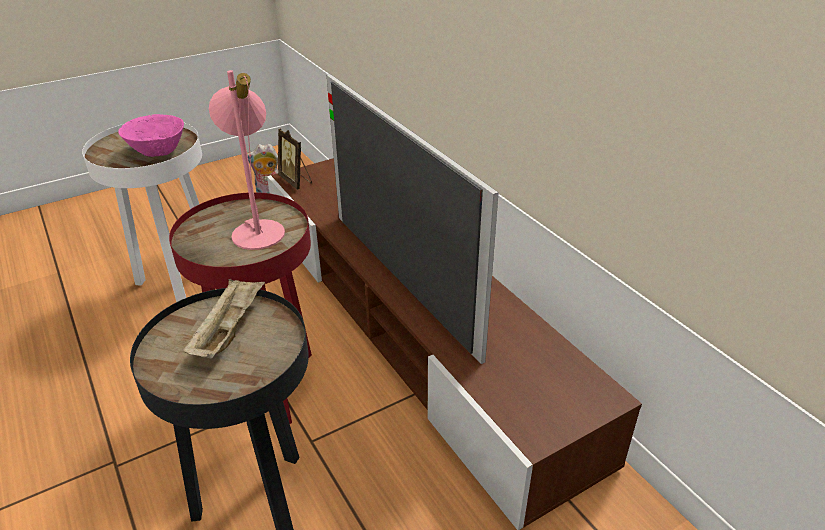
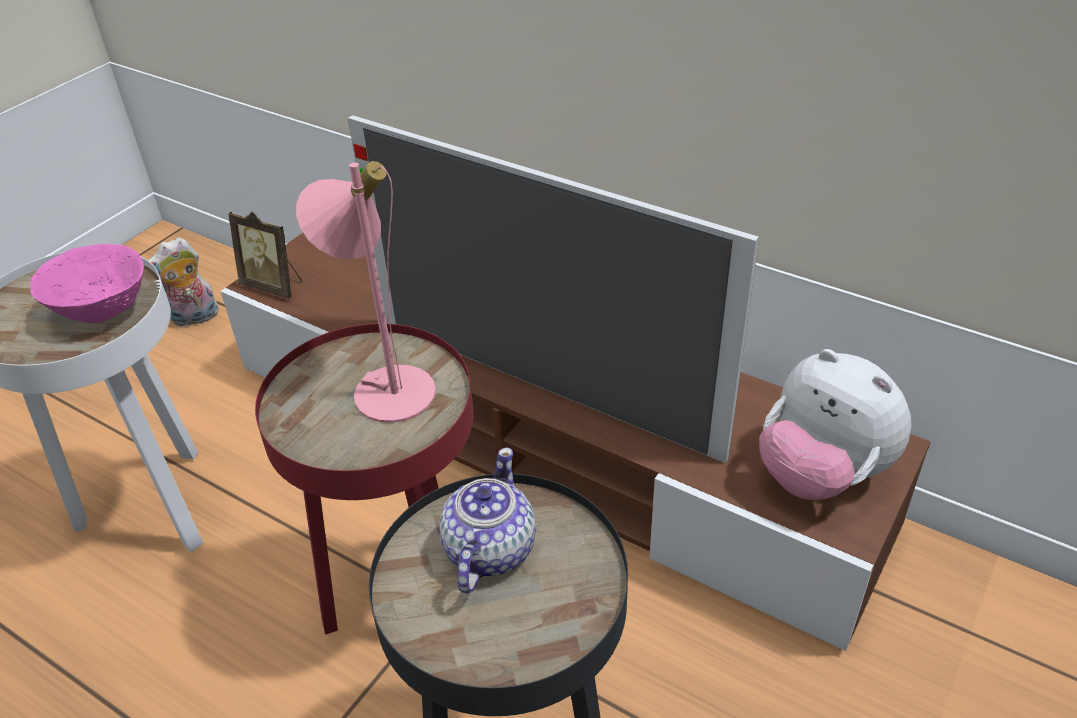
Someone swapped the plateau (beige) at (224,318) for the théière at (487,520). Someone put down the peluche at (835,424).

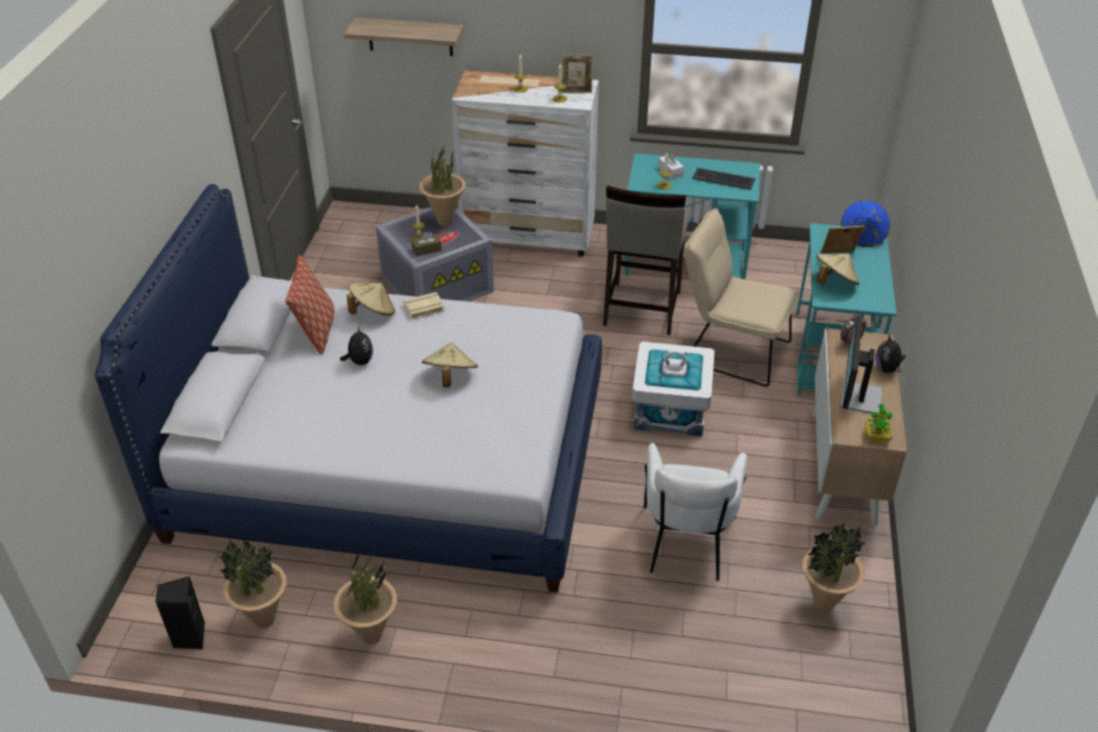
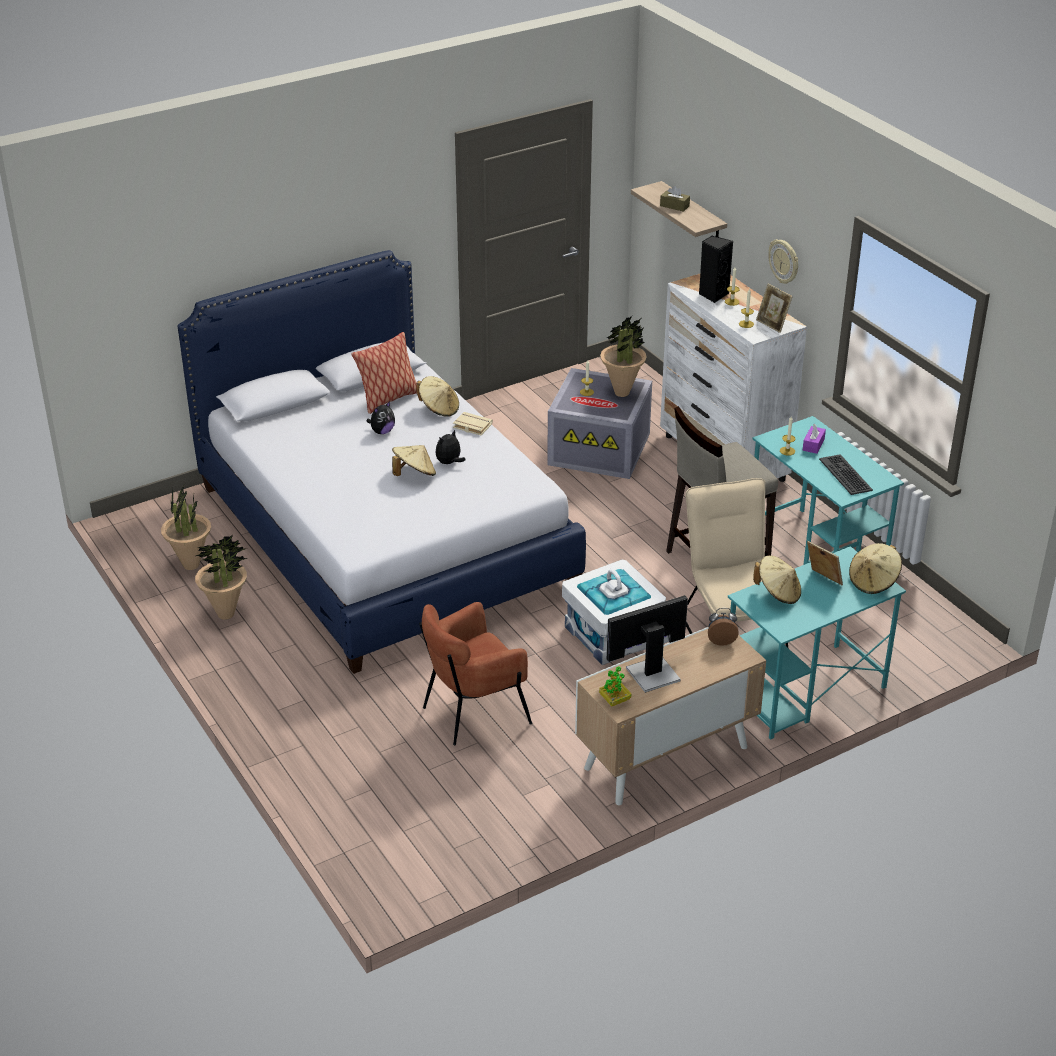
Someone repainted the fauteuil (blanc) at (695,512), which became the fauteuil (marron) at (475,673). Someone carried the peluche from (890,353) to (451,446). Someone carried the boîte à mouchoirs (marron) from (427,244) to (675,199). Someone carried the enceinte (noir) from (180,612) to (716,269). Someone put up the horloge murale at (783,261). Someone repainted the boîte à mouchoirs (blanc) at (671,165), which became the boîte à mouchoirs (violet) at (814,439). Someone repainted the chapeau (bleu) at (865,223), which became the chapeau (beige) at (875,568). Someone took away the plante en pot at (834,567).

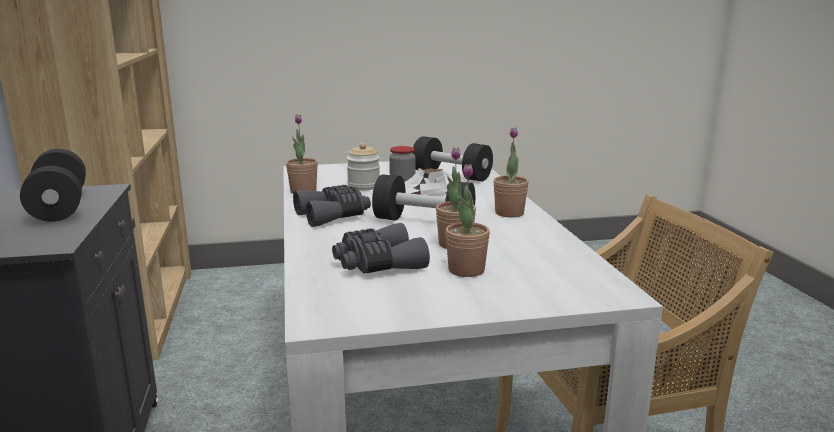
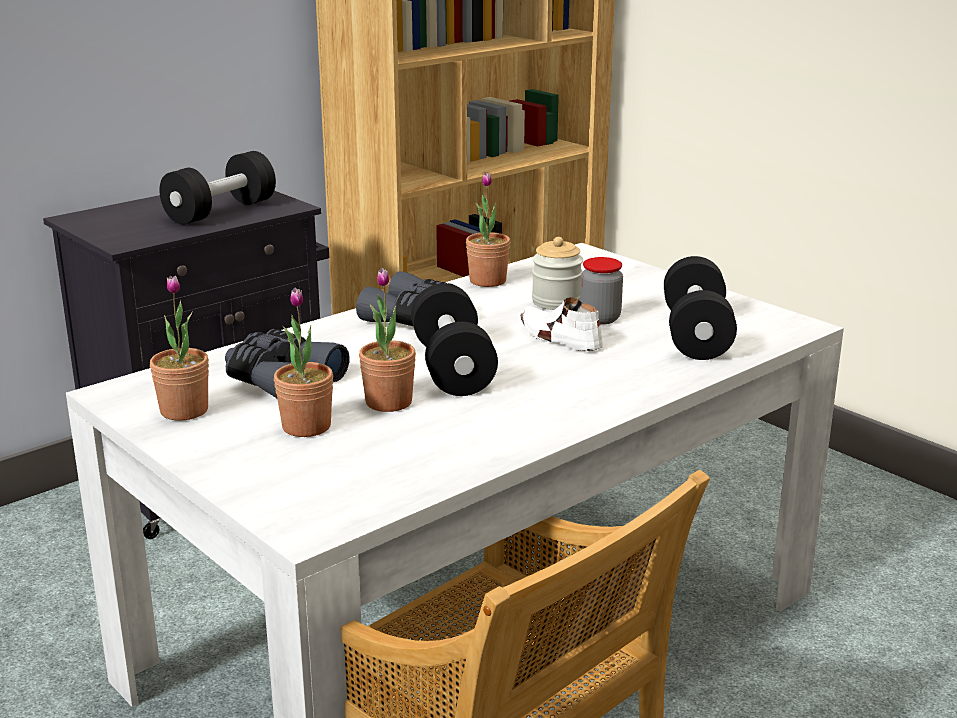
Someone carried the plante en pot from (511,172) to (179,348).

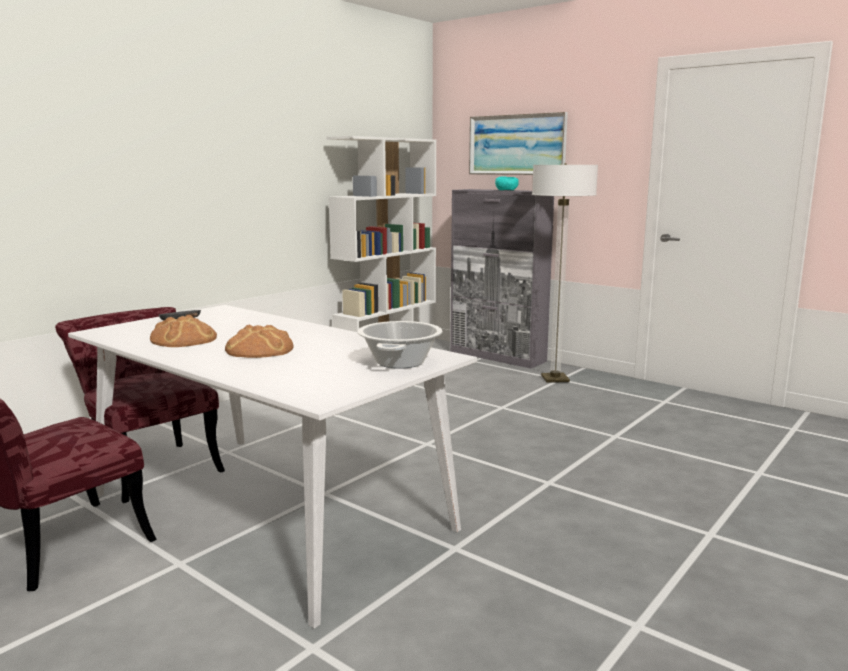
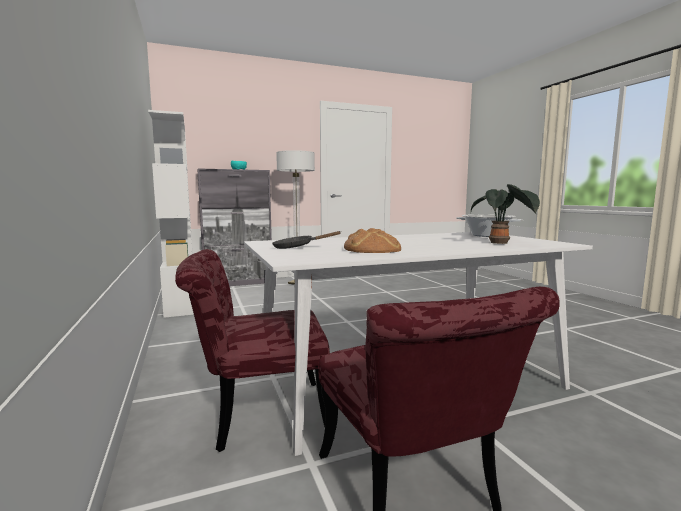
Someone put down the plante en pot at (505,214). Someone took away the pain at (259,341). Someone took away the tableau at (518,143).

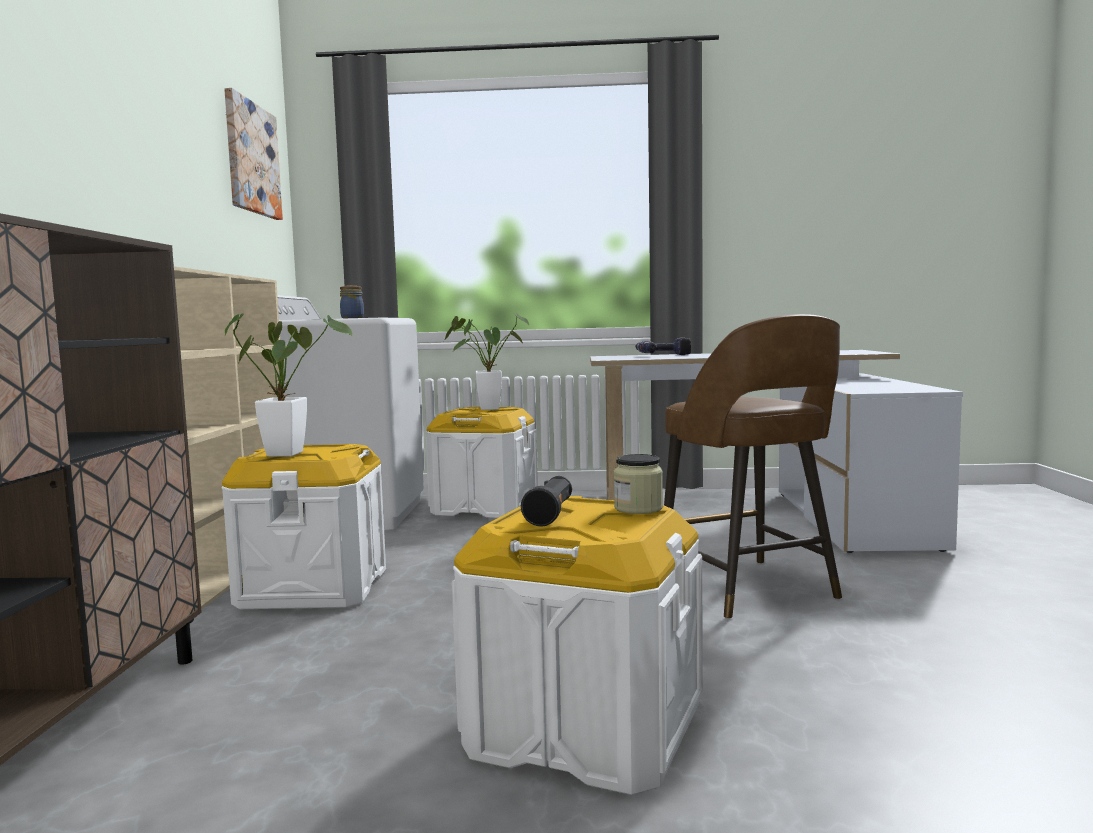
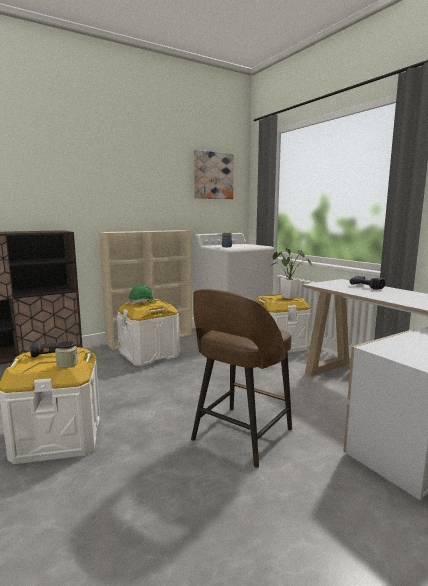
Someone swapped the plante en pot at (288,385) for the casque de chantier (vert) at (142,295).

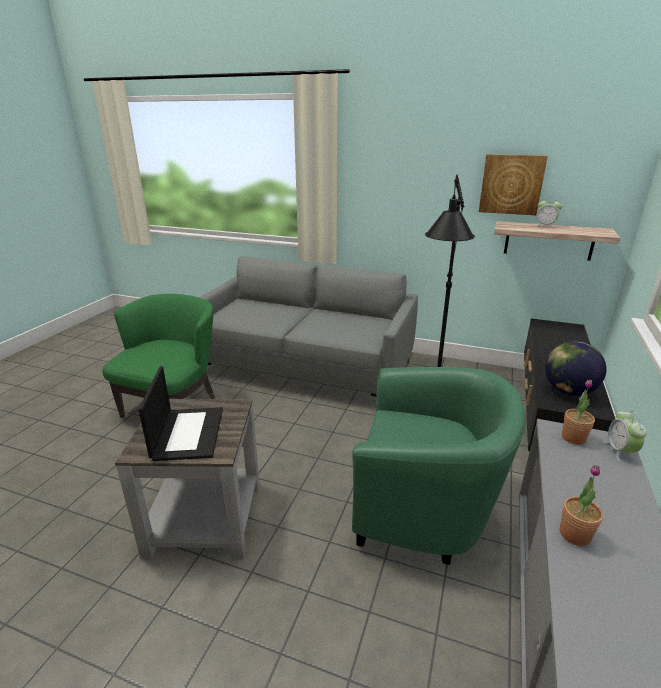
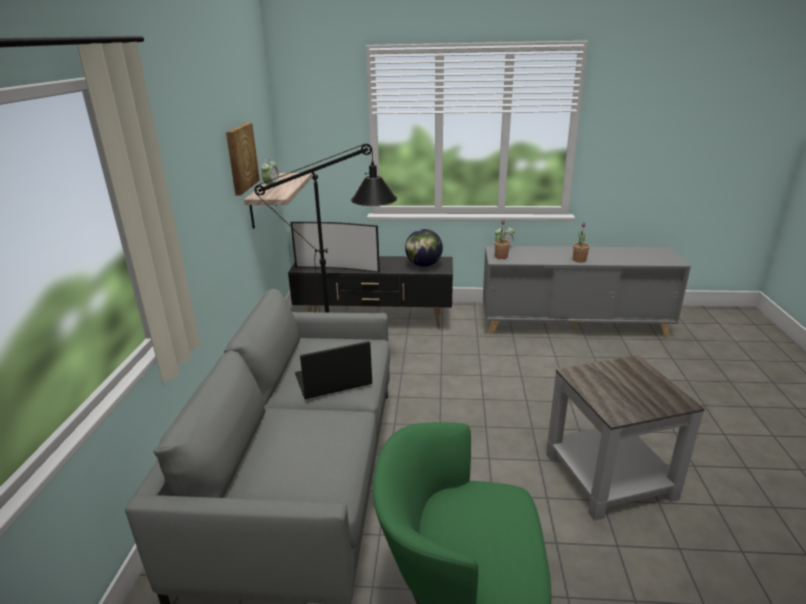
Someone put down the téléviseur at (335,247). Someone carried the ordinateur portable from (180,413) to (333,370). Someone took away the fauteuil (vert) at (439,466).

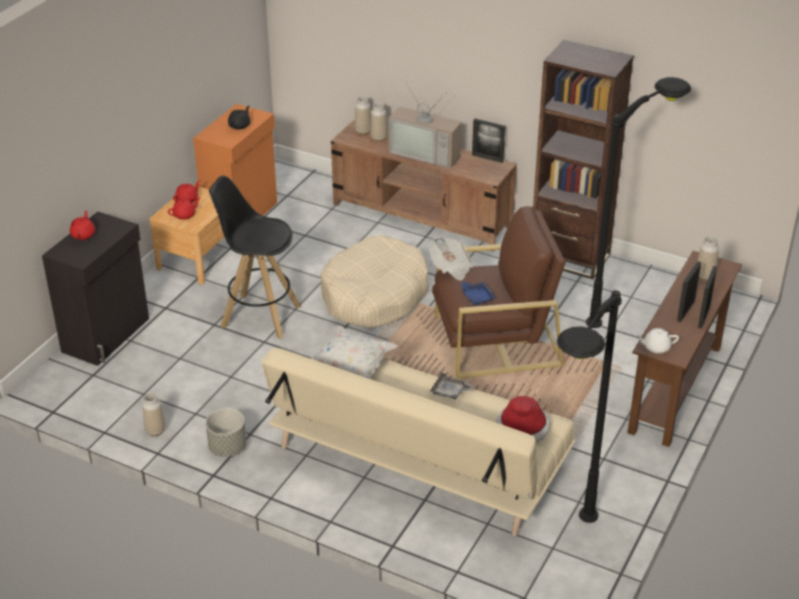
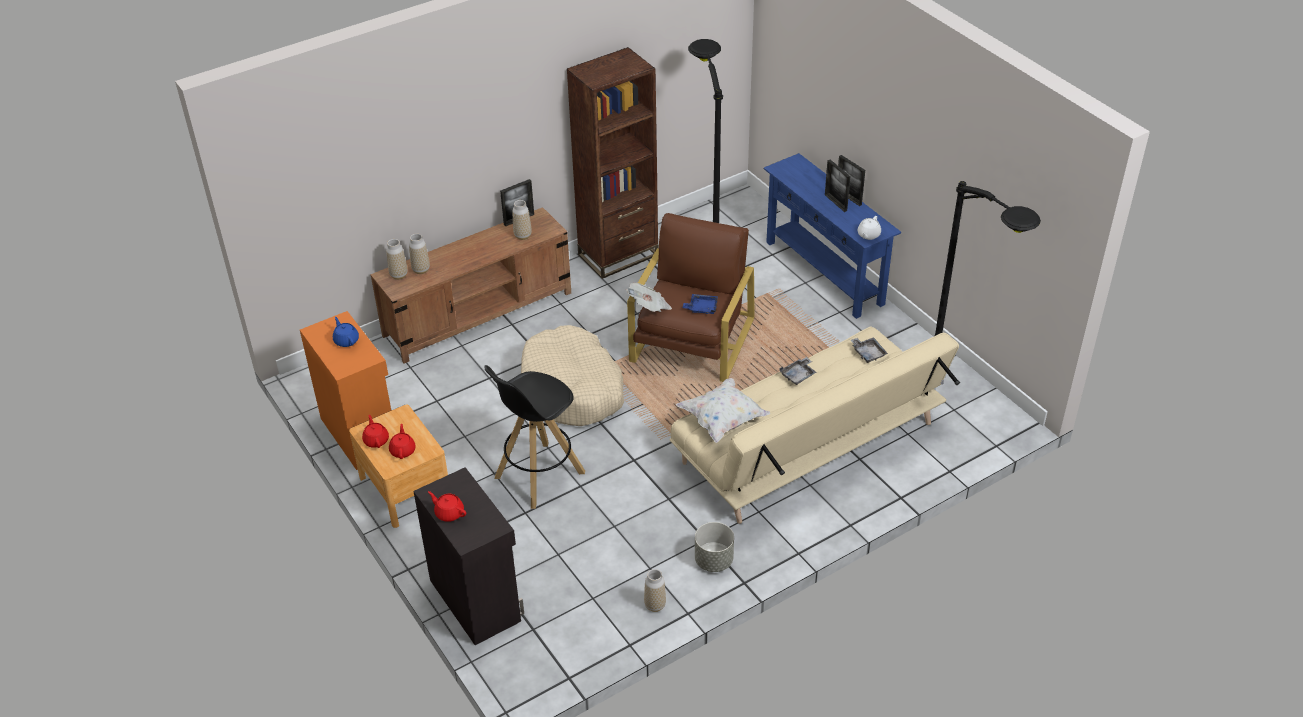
Someone repainted the théière (noir) at (239,117), which became the théière (bleu) at (346,332). Someone carried the vase from (708,258) to (522,220). Someone repainted the table console (marron) at (685,349), which became the table console (bleu) at (832,236). Someone swapped the chapeau at (522,419) for the plateau (gris) at (869,350). Someone took away the téléviseur at (425,126).

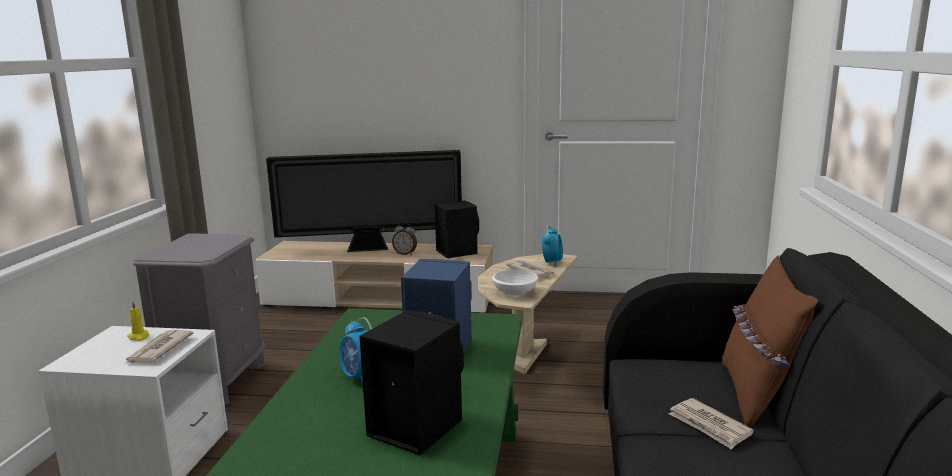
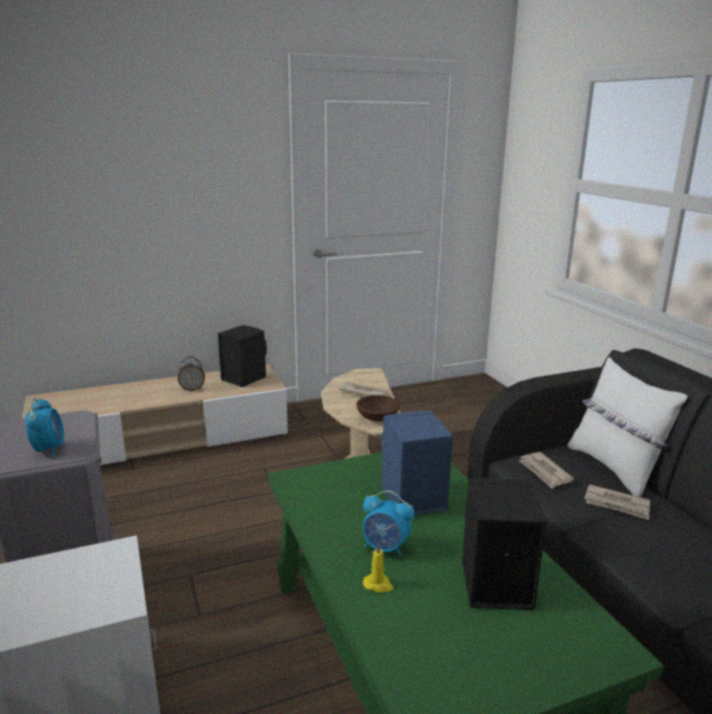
Someone carried the réveil from (552,246) to (44,427). Someone repainted the bol (blanc) at (515,282), which became the bol (marron) at (378,408). Someone carried the bougie (jaune) from (138,321) to (378,568). Someone carried the journal from (159,347) to (546,470). Someone repainted the coussin (marron) at (770,341), which became the coussin (blanc) at (627,427). Someone took away the téléviseur at (364,201).

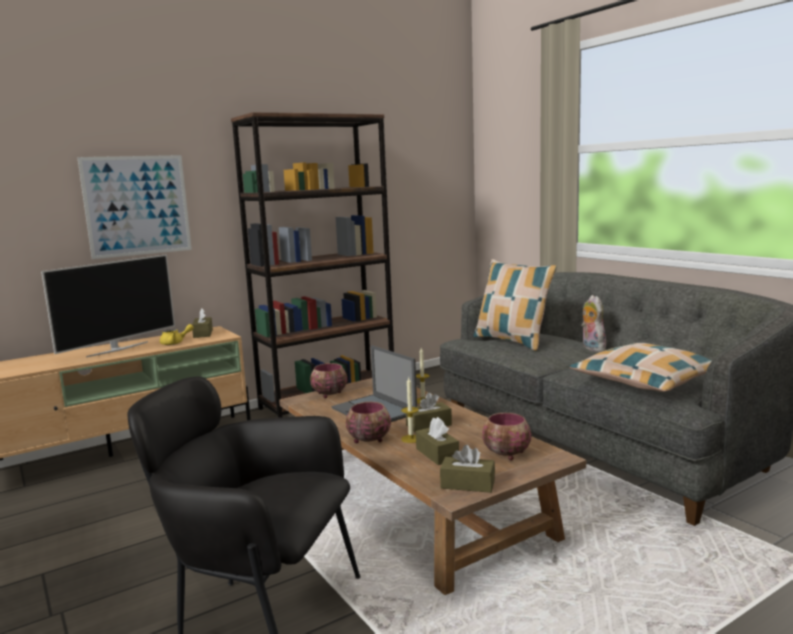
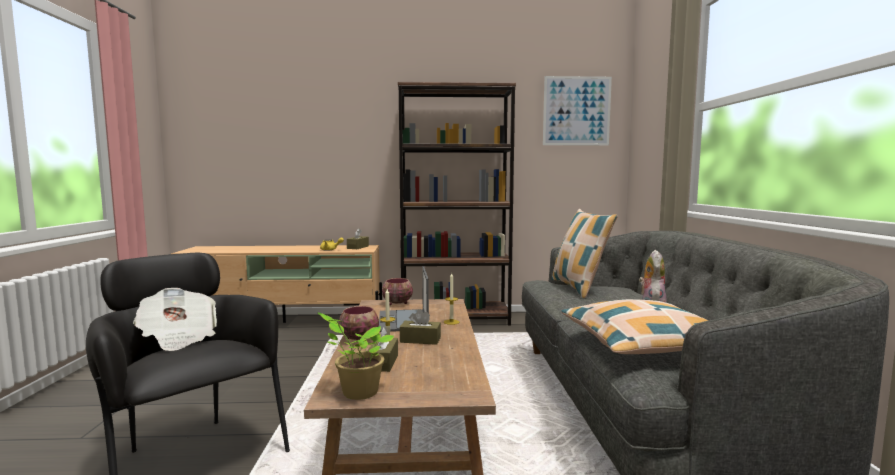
Someone put down the journal at (175,319). Someone swapped the boîte à mouchoirs (marron) at (467,469) for the plante en pot at (356,356). Someone carried the tableau from (134,207) to (577,111). Someone took away the téléviseur at (108,305). Someone took away the bol at (506,436).

